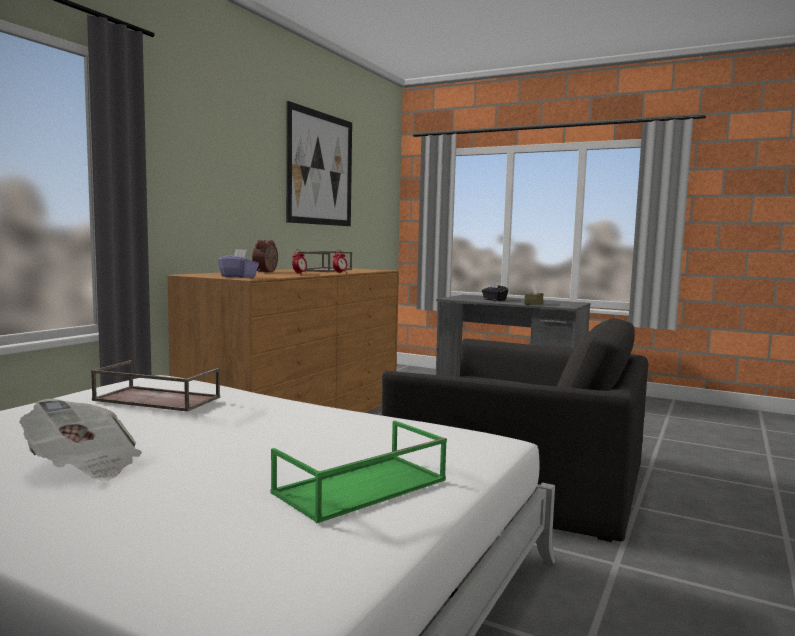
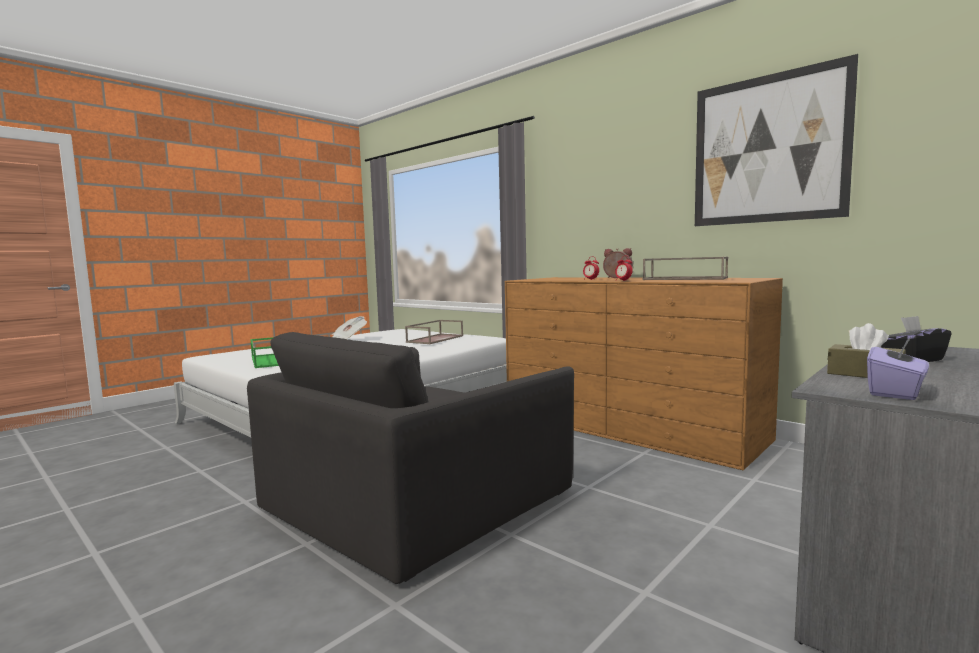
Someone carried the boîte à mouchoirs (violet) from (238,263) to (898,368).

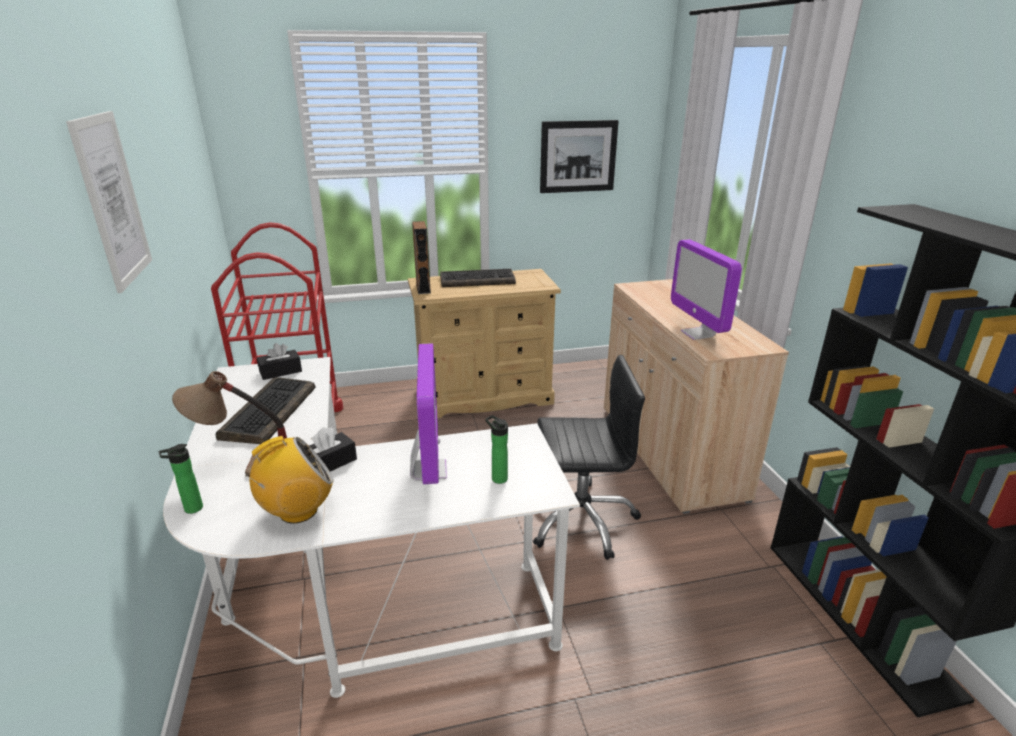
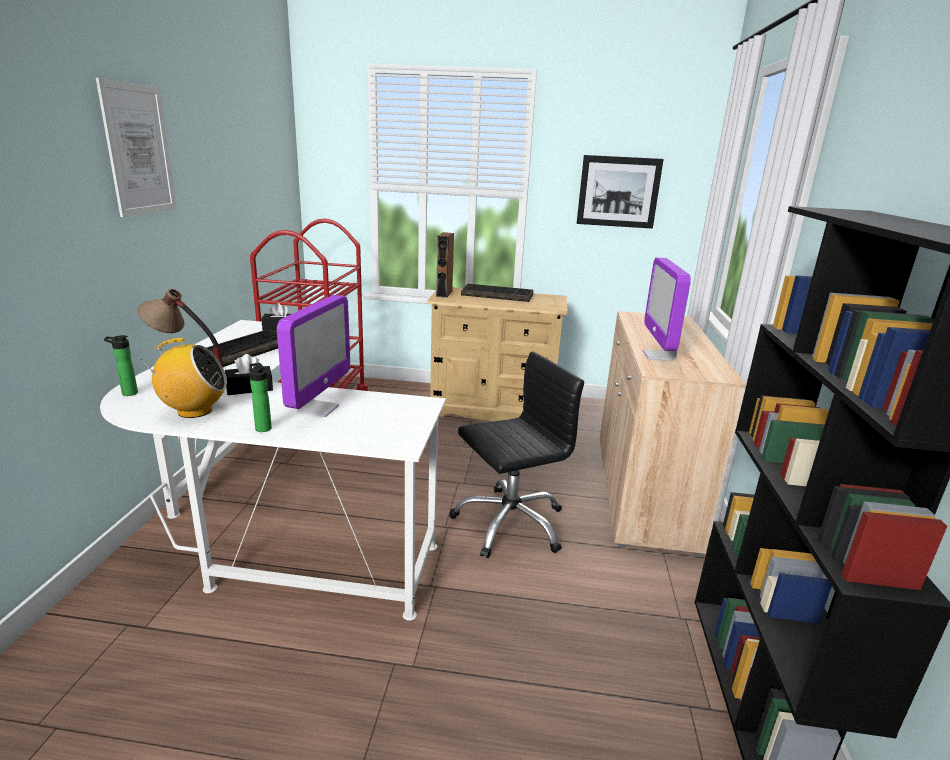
Someone carried the bouteille from (496,449) to (260,397). Someone rotated the chaise de bureau (noir) at (589,457) by 45 degrees counterclockwise.

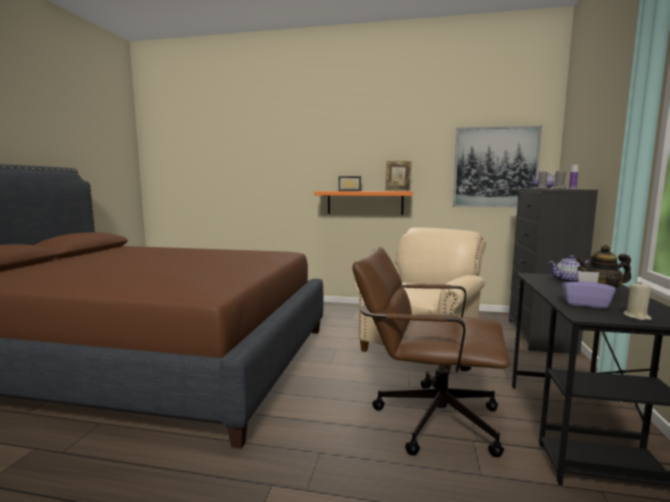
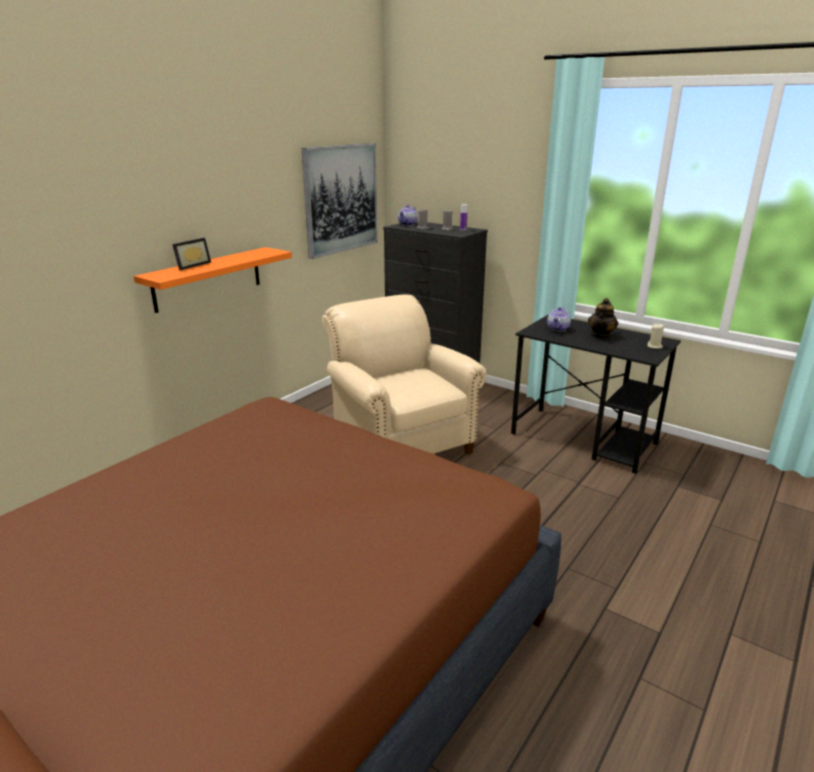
Someone took away the chaise de bureau (marron) at (431,351). Someone took away the cadre photo at (398,176). Someone took away the boîte à mouchoirs (violet) at (589,290).

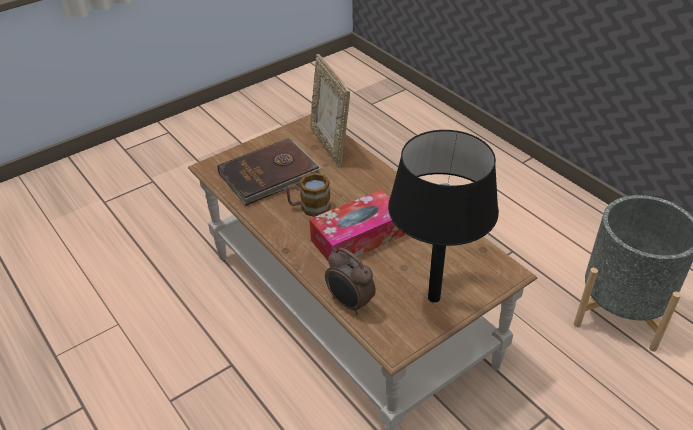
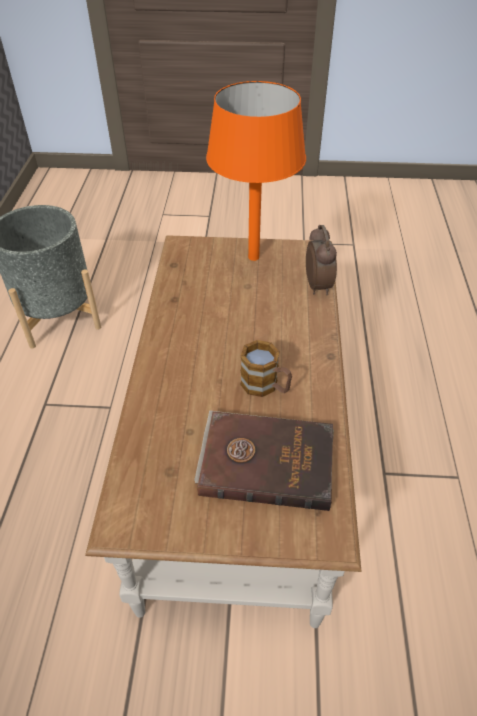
Someone repainted the lampe de table (noir) at (443,216), which became the lampe de table (orange) at (256,171). Someone took away the boîte à mouchoirs at (357,225). Someone took away the cadre photo at (330,110).

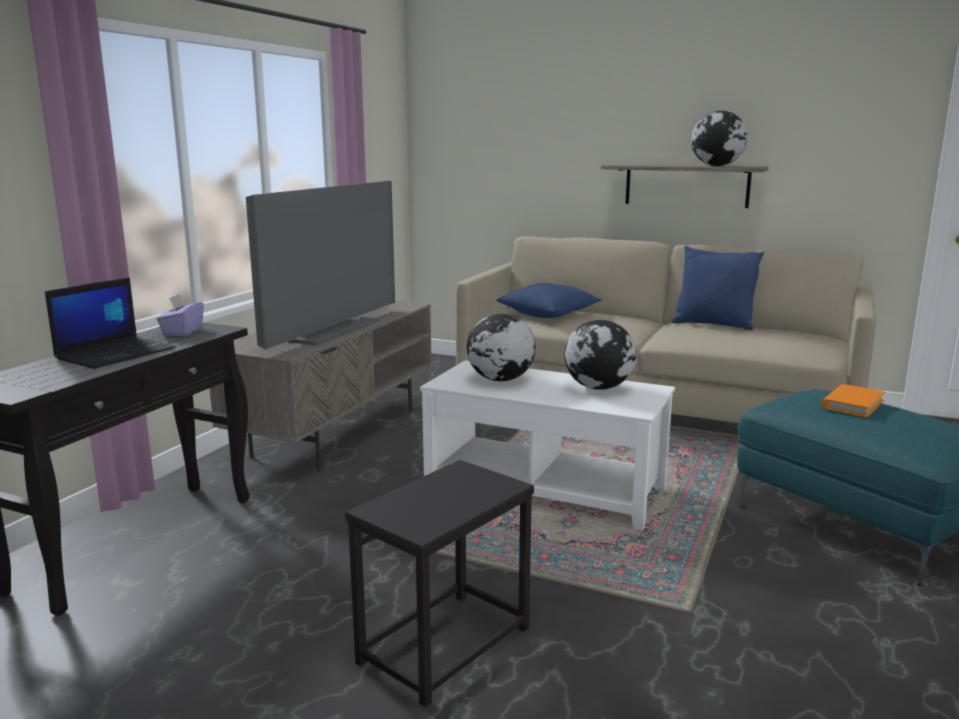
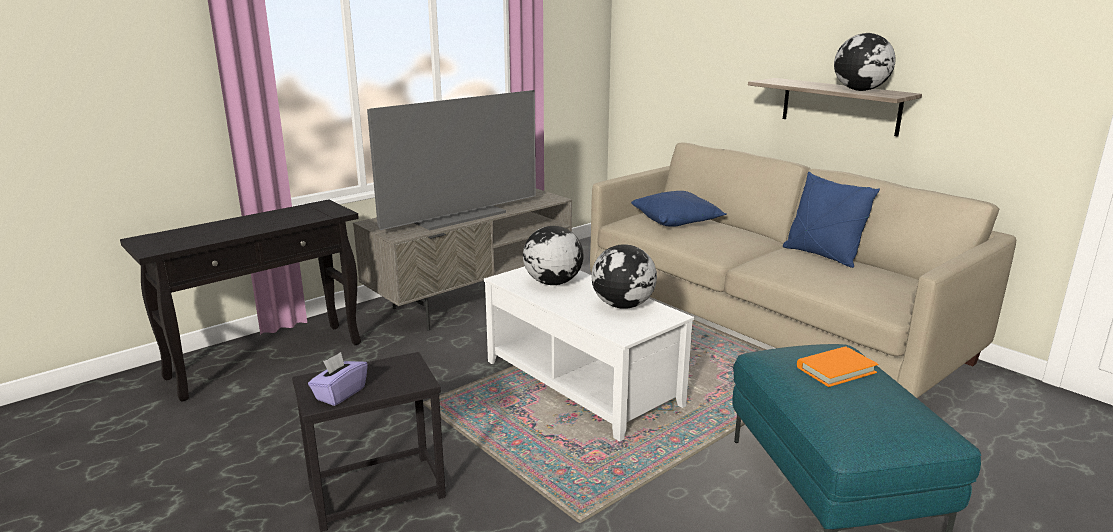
Someone carried the boîte à mouchoirs (violet) from (180,315) to (338,379). Someone took away the ordinateur portable at (110,323).

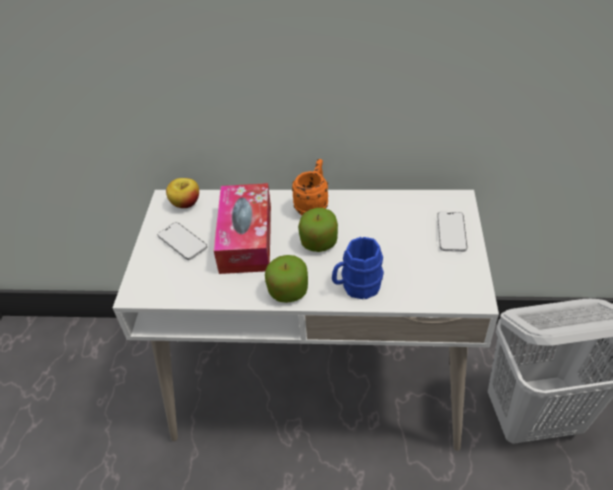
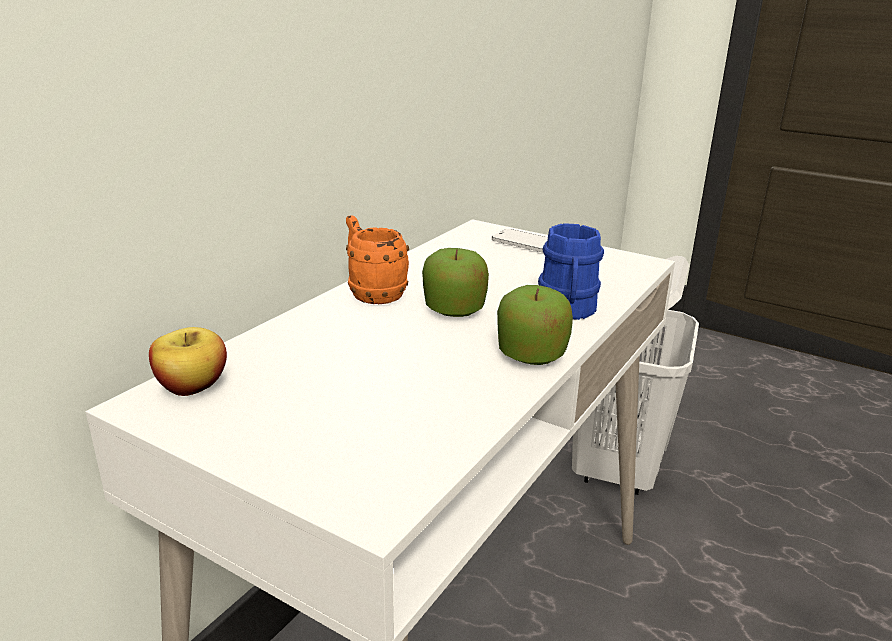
Someone took away the téléphone at (182,241). Someone took away the boîte à mouchoirs at (242,228).

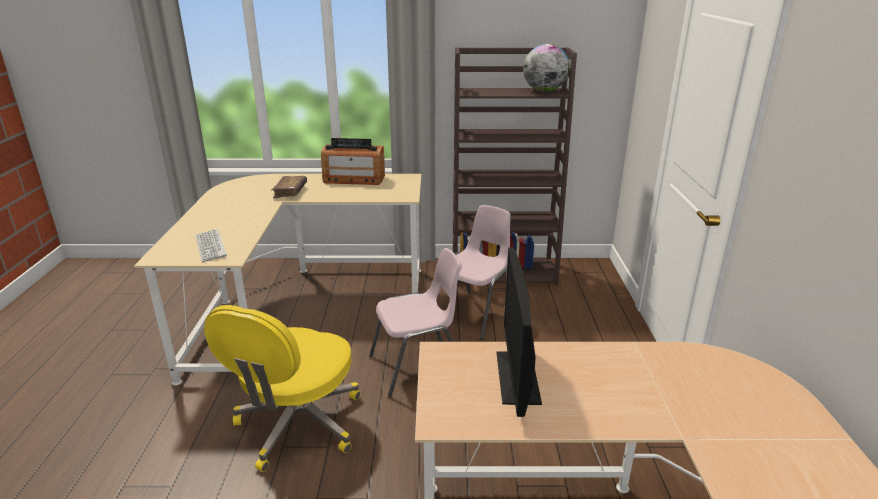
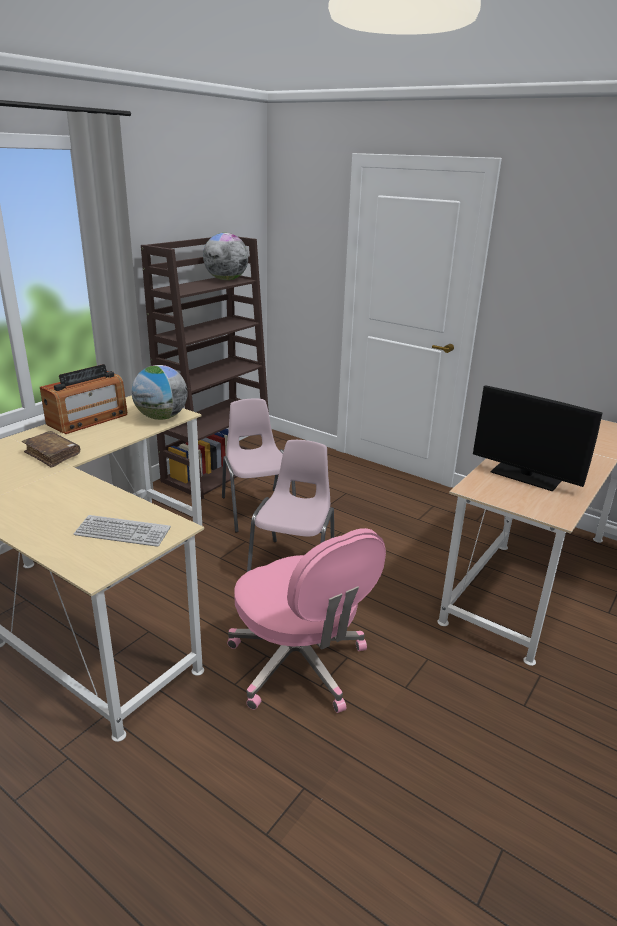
Someone put down the globe at (160,392). Someone repainted the chaise de bureau (jaune) at (282,388), which became the chaise de bureau (rose) at (306,620).

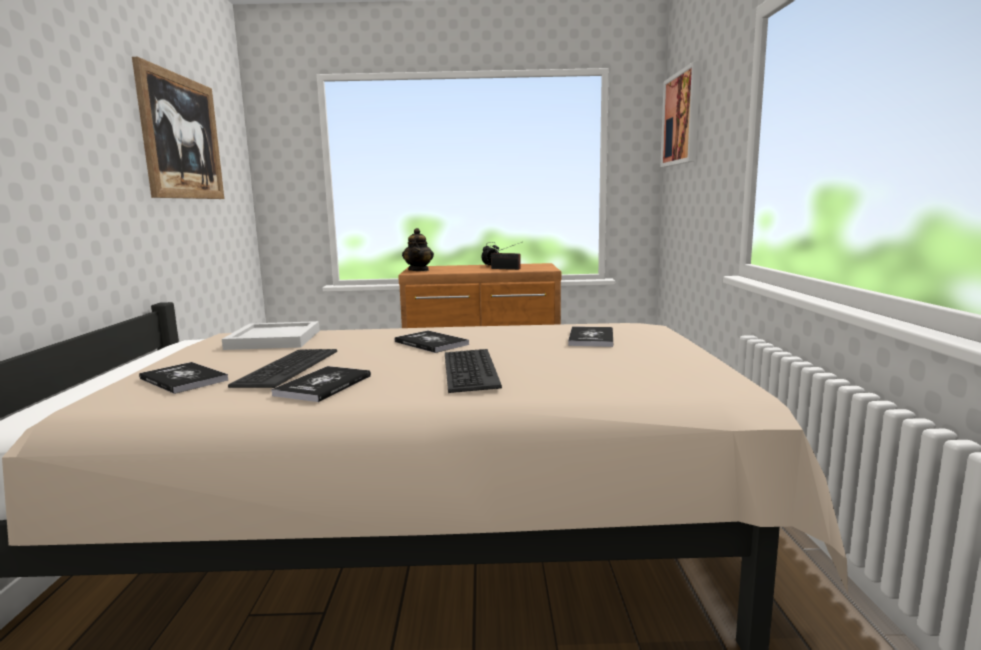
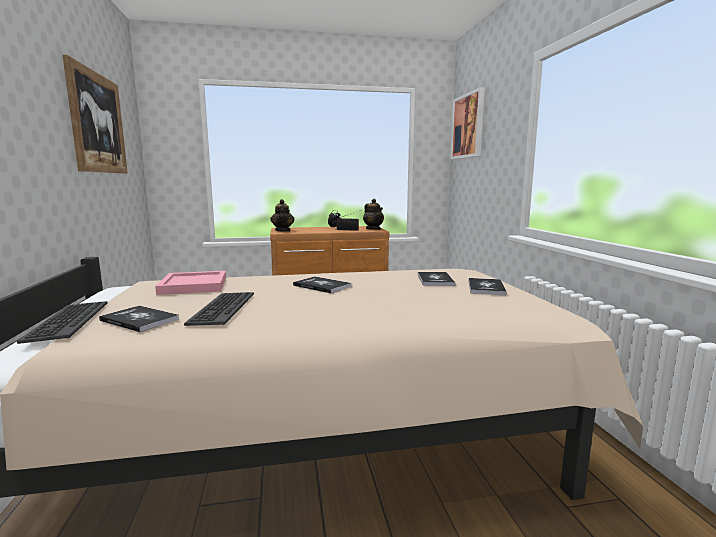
Someone carried the clavier from (473,371) to (62,322). Someone repainted the plateau (blanc) at (271,335), which became the plateau (rose) at (190,283). Someone put down the théière at (373,214). Someone carried the livre from (321,384) to (488,286).

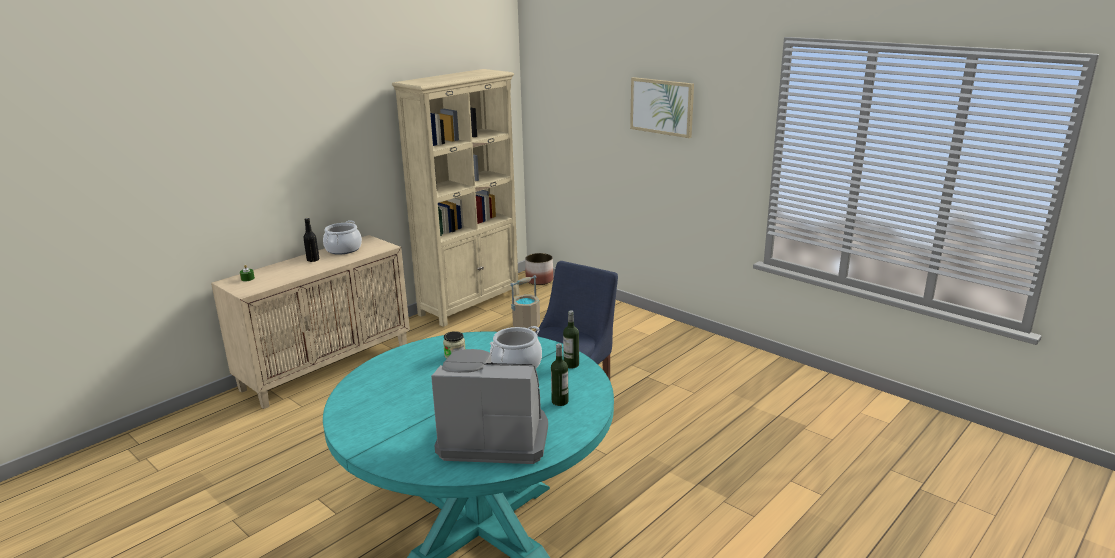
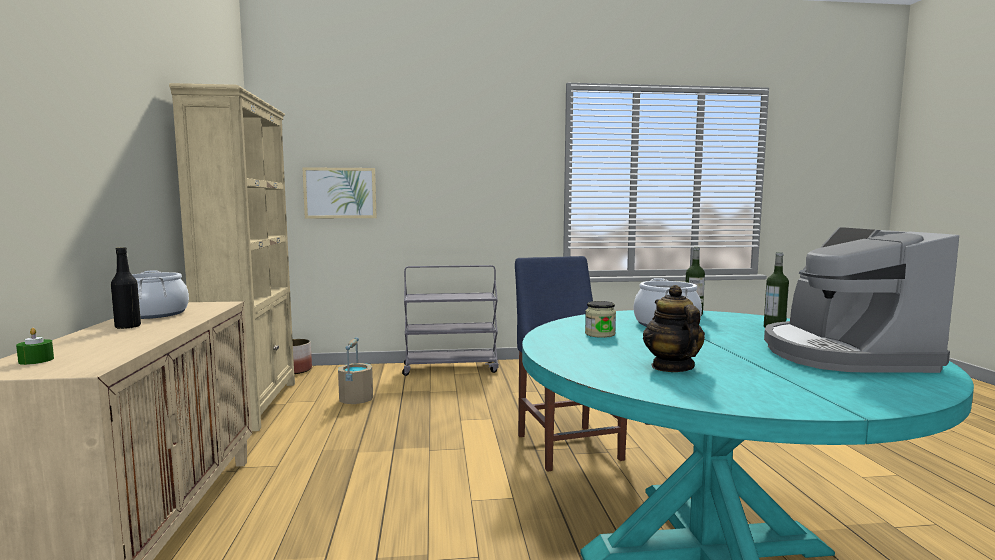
Someone carried the tableau from (662,107) to (339,192). Someone put down the chariot (gris) at (450,320). Someone put down the théière at (674,328). Someone rotated the machine à café at (489,406) by 45 degrees counterclockwise.

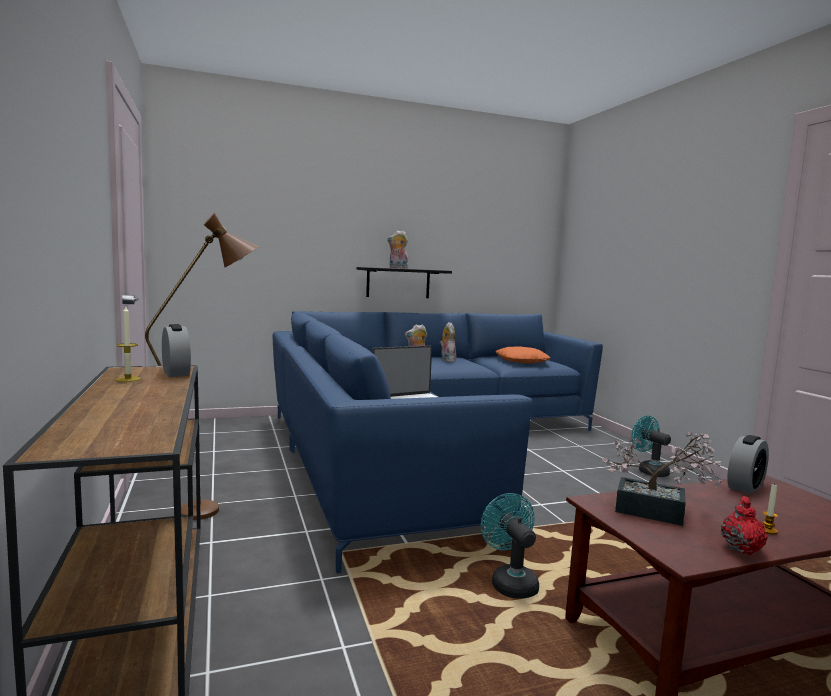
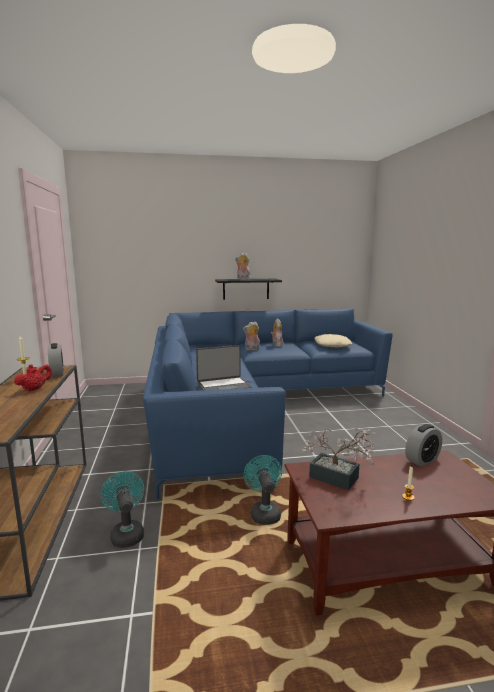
Someone carried the théière (rouge) from (744,525) to (33,377). Someone carried the ventilateur (turquoise) from (651,446) to (123,509). Someone repainted the coussin (orange) at (523,354), which became the coussin (beige) at (333,340). Someone took away the lampadaire (marron) at (202,366).

